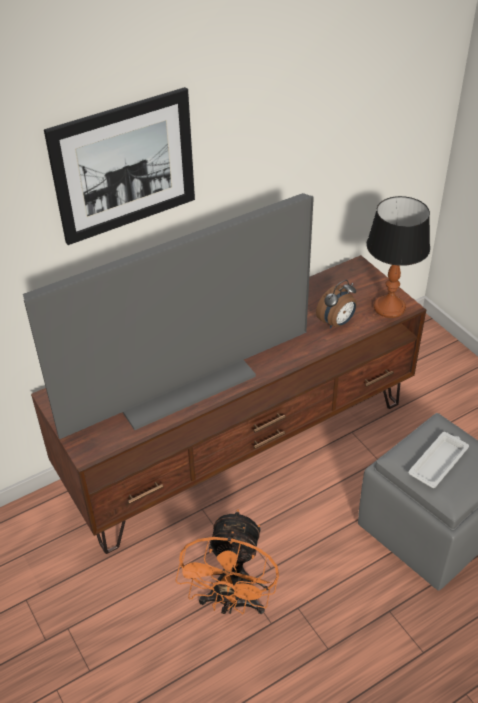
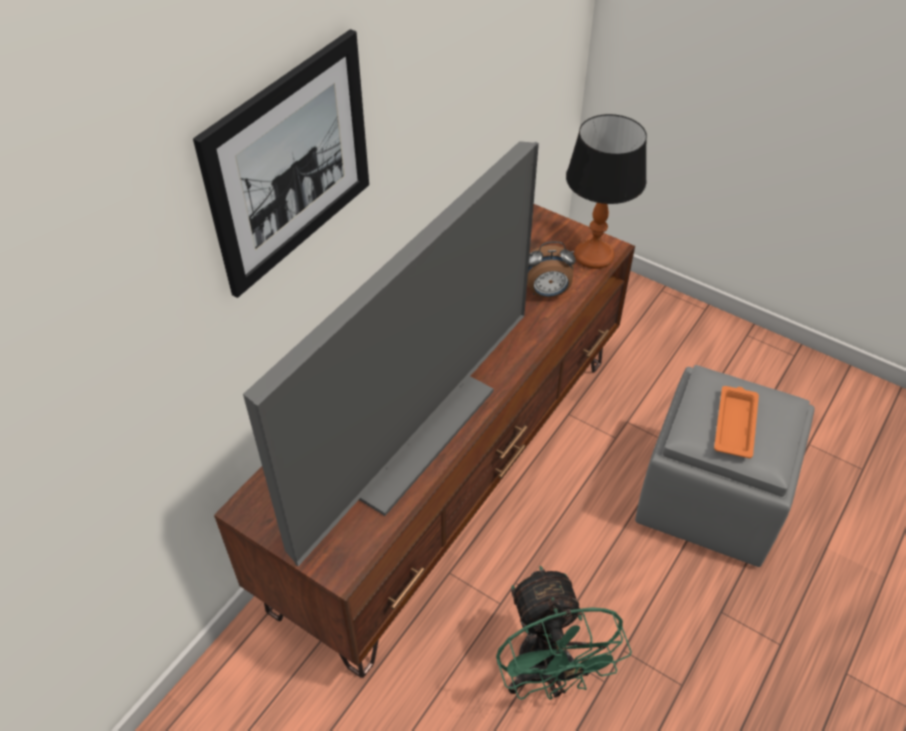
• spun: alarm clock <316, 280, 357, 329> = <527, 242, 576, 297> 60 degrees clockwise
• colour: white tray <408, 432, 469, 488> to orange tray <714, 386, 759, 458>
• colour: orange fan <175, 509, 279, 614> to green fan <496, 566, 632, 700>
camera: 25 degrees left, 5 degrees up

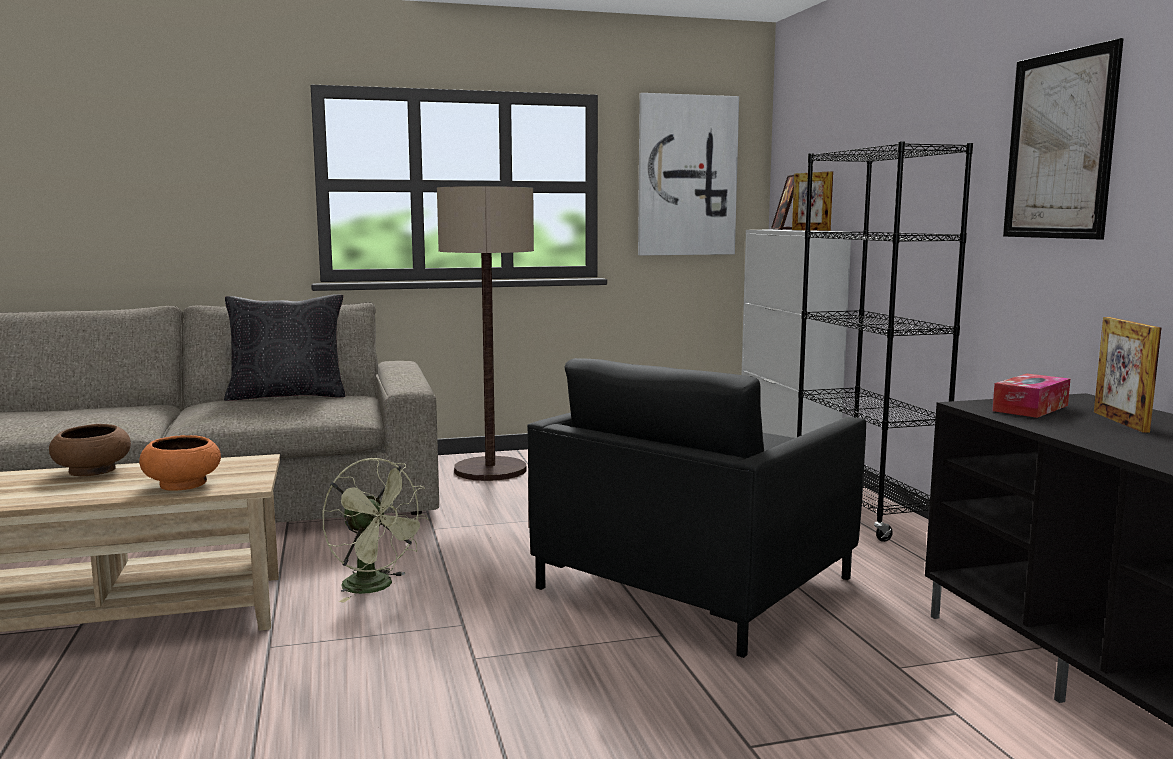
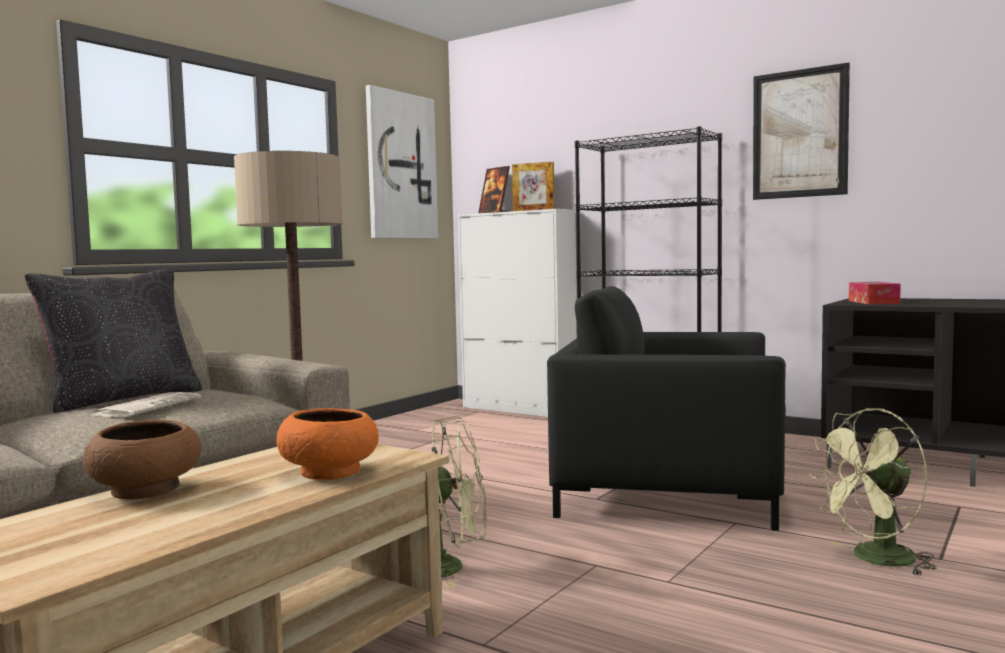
• missing: picture frame <1094, 317, 1161, 432>
• spun: black armchair <527, 358, 866, 658> = <547, 286, 786, 531> 105 degrees clockwise
• appeared: newspaper <89, 392, 201, 417>
• appeared: green fan <809, 408, 937, 576>
camera: 40 degrees left, 5 degrees down

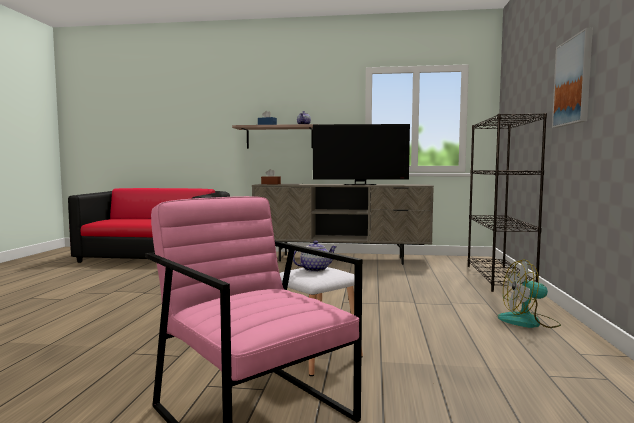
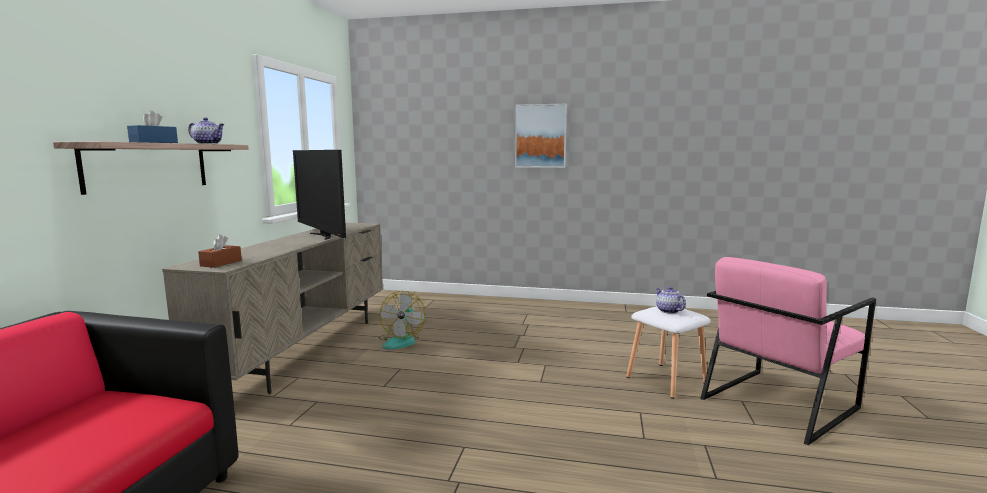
• missing: black bookcase <468, 113, 547, 292>
• spun: television <313, 124, 410, 185> = <293, 150, 346, 240> 135 degrees clockwise
• relocated: fan <498, 260, 561, 328> to <379, 291, 426, 349>
camera: 85 degrees left, 5 degrees up

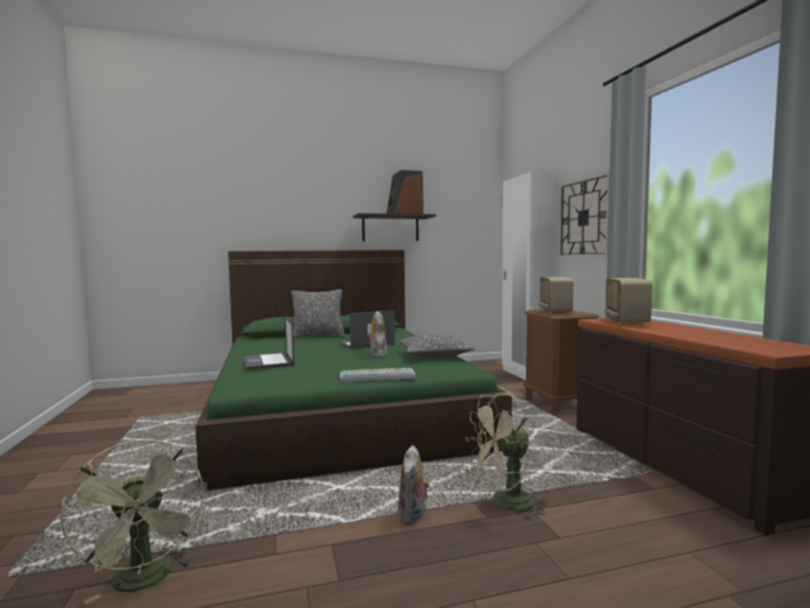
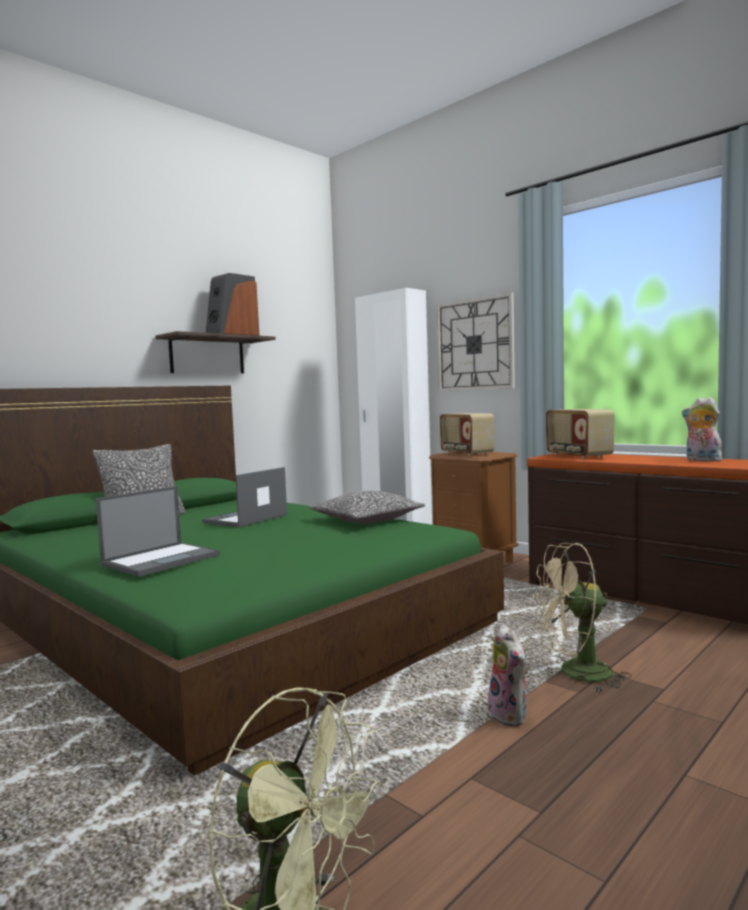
• relocated: plush toy <367, 311, 388, 357> to <682, 397, 724, 461>
• spun: laptop <244, 317, 294, 370> = <96, 486, 220, 577> 90 degrees counterclockwise
• missing: keyboard <340, 368, 416, 381>
• spun: beige fan <466, 393, 549, 521> = <533, 543, 632, 692> 45 degrees clockwise
camera: 30 degrees left, 0 degrees up

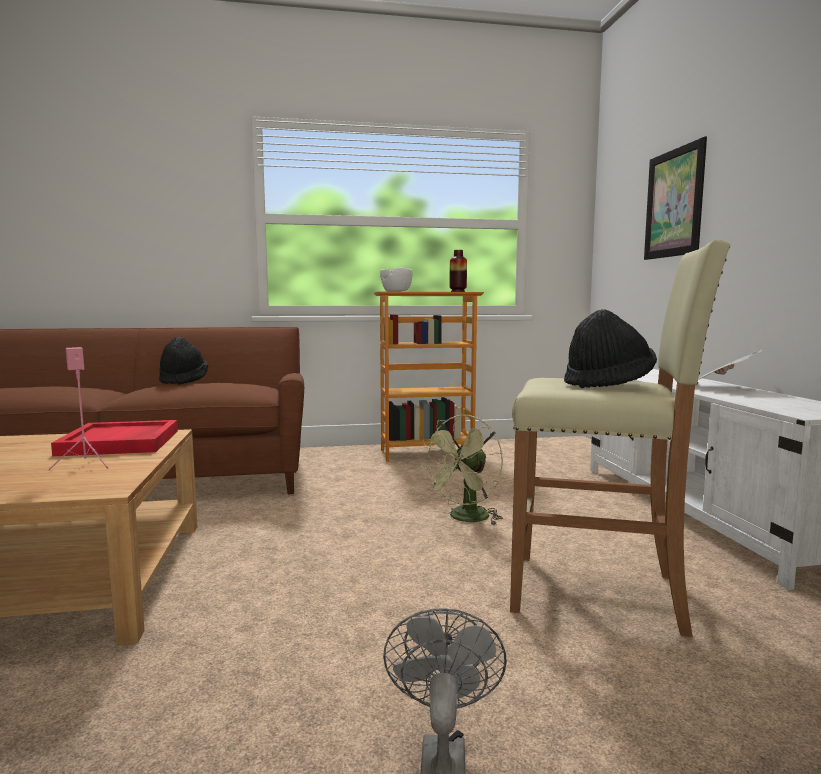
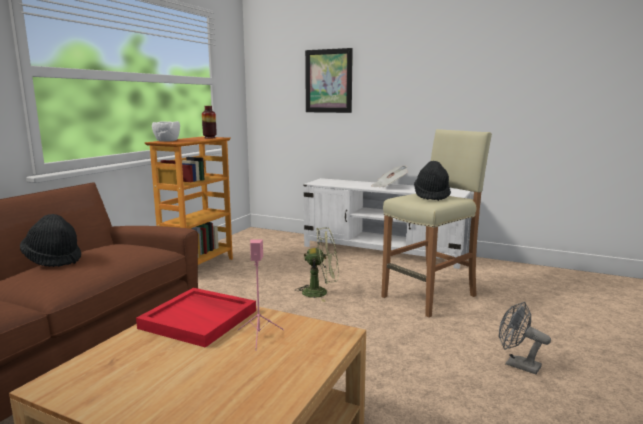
• spun: green fan <420, 415, 503, 525> = <295, 227, 338, 302> 75 degrees counterclockwise
camera: 55 degrees left, 5 degrees up

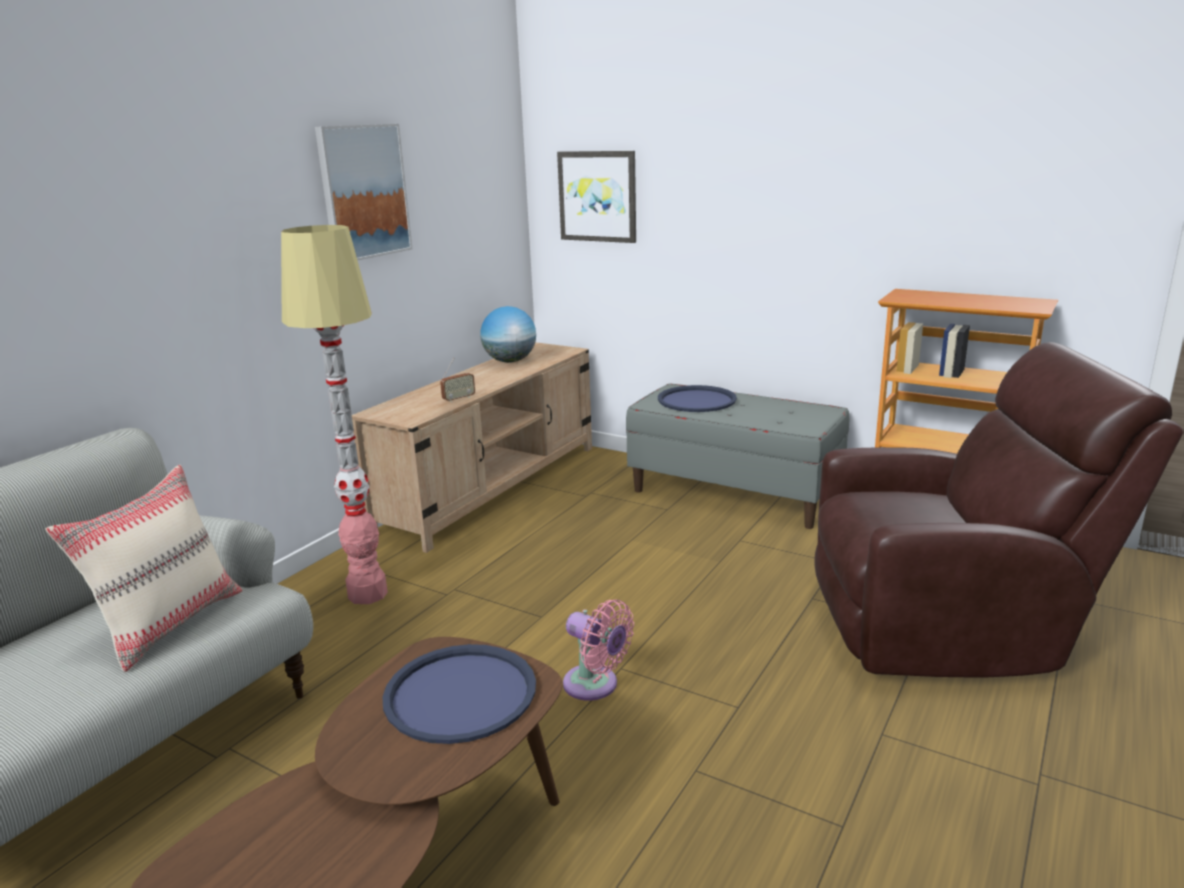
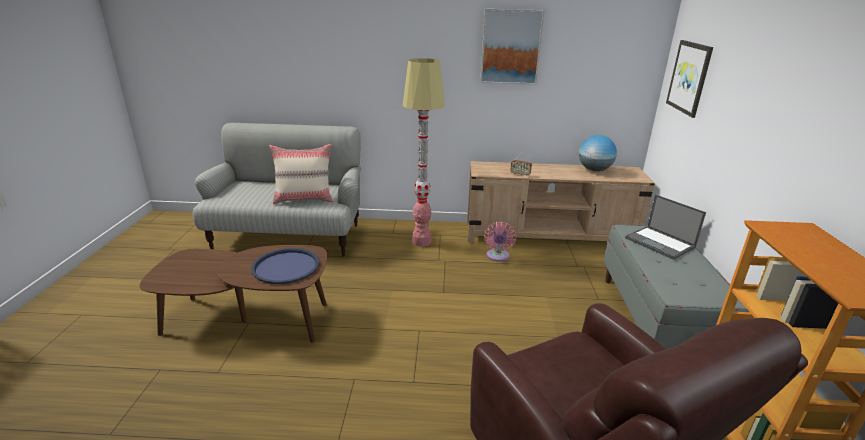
• exchanged: blue tray <658, 385, 737, 412> to laptop <625, 194, 706, 260>
• relocated: pink fan <563, 600, 634, 701> to <484, 222, 516, 262>
camera: 60 degrees right, 5 degrees up

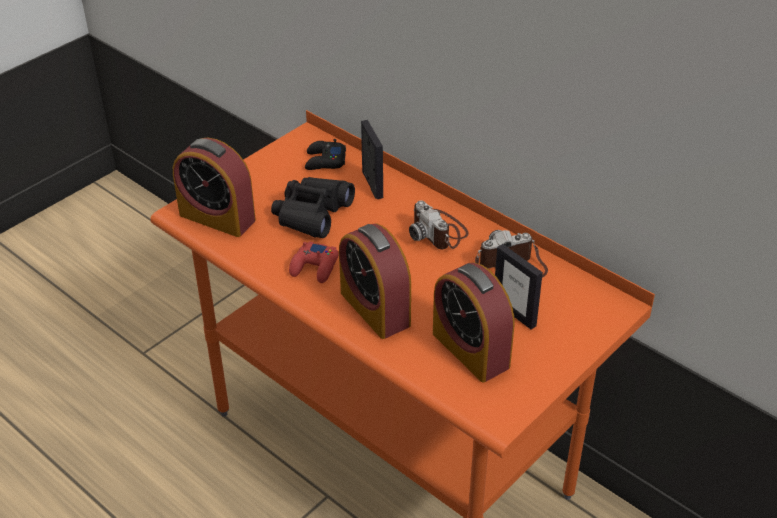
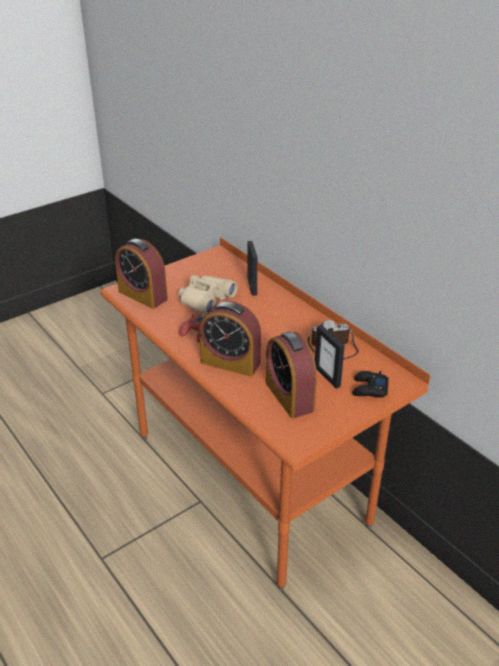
• relocated: black game controller <305, 139, 346, 170> to <352, 371, 389, 398>
• colour: black binoculars <271, 177, 355, 238> to beige binoculars <178, 275, 238, 314>
• missing: photo camera <409, 200, 469, 249>
• spun: alarm clock <339, 223, 411, 339> = <199, 301, 261, 376> 45 degrees counterclockwise
camera: 10 degrees right, 5 degrees down

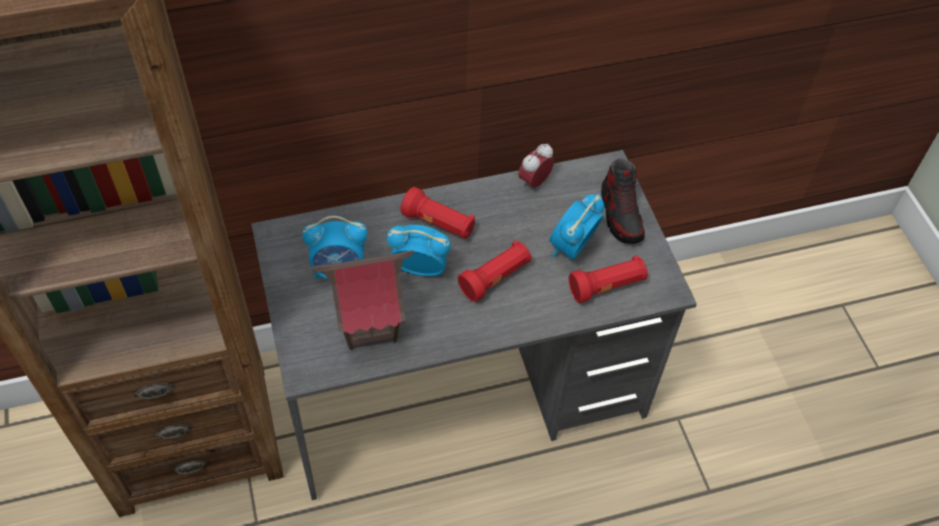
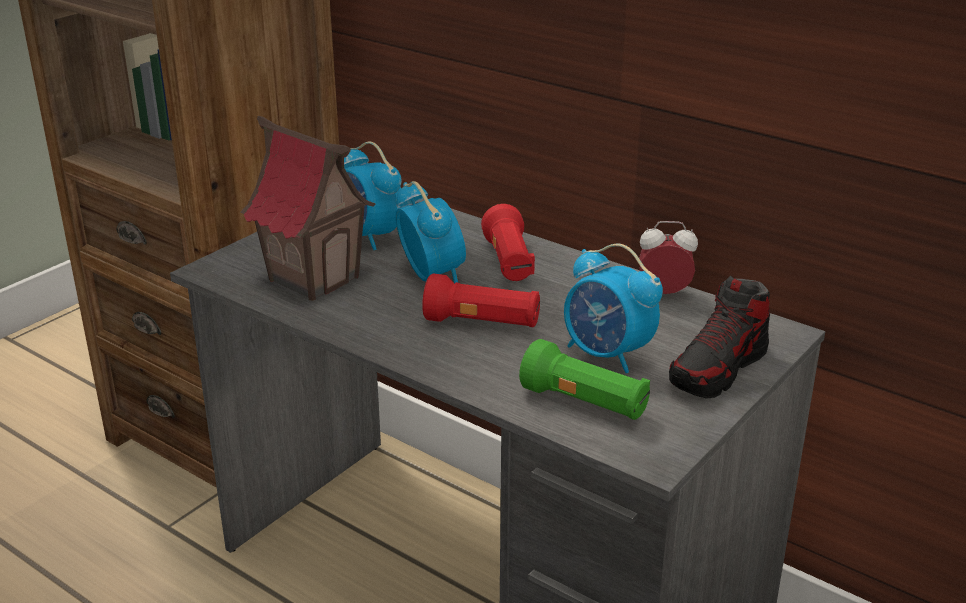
• spun: alarm clock <549, 194, 604, 260> = <564, 244, 663, 373> 135 degrees counterclockwise
• colour: red flashlight <569, 255, 648, 303> to green flashlight <519, 339, 650, 420>
camera: 55 degrees right, 25 degrees down

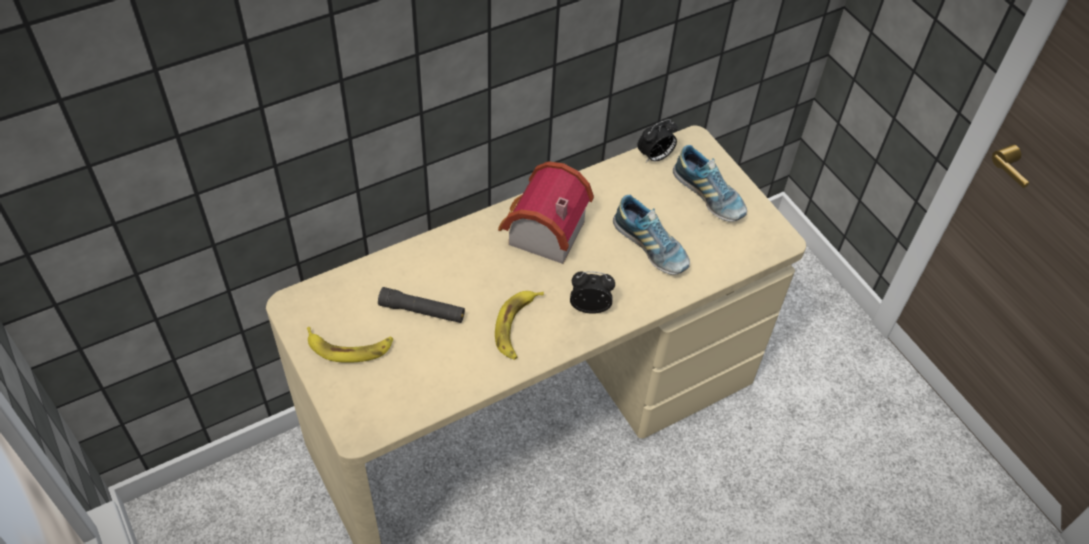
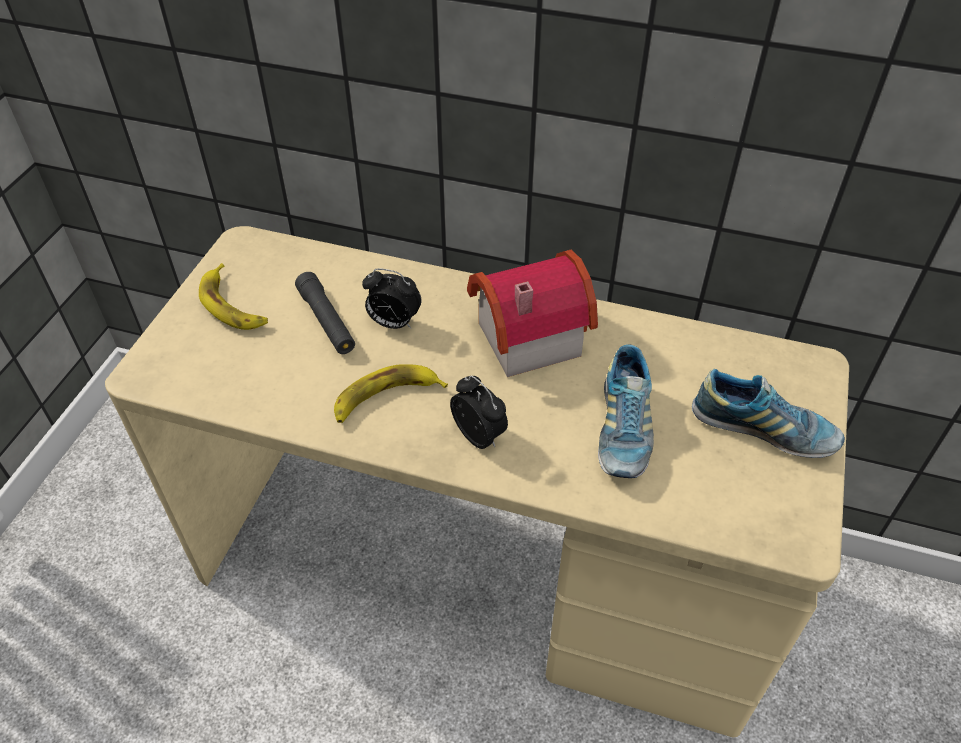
• relocated: alarm clock <637, 119, 678, 162> to <362, 268, 422, 329>
• spun: shoe <673, 145, 747, 222> = <692, 369, 845, 458> 75 degrees counterclockwise
camera: 50 degrees right, 5 degrees down

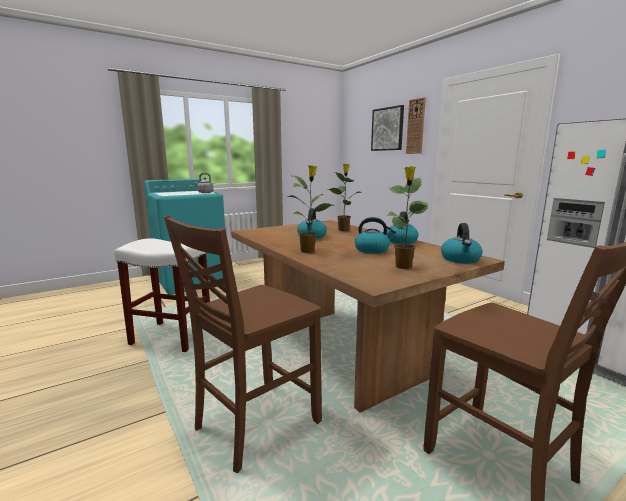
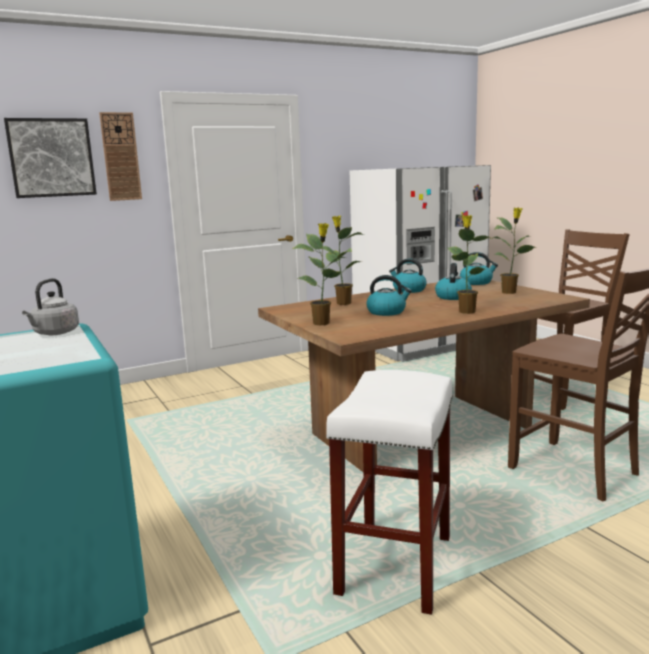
• appeared: potted plant <292, 223, 345, 325>
camera: 85 degrees left, 0 degrees up

